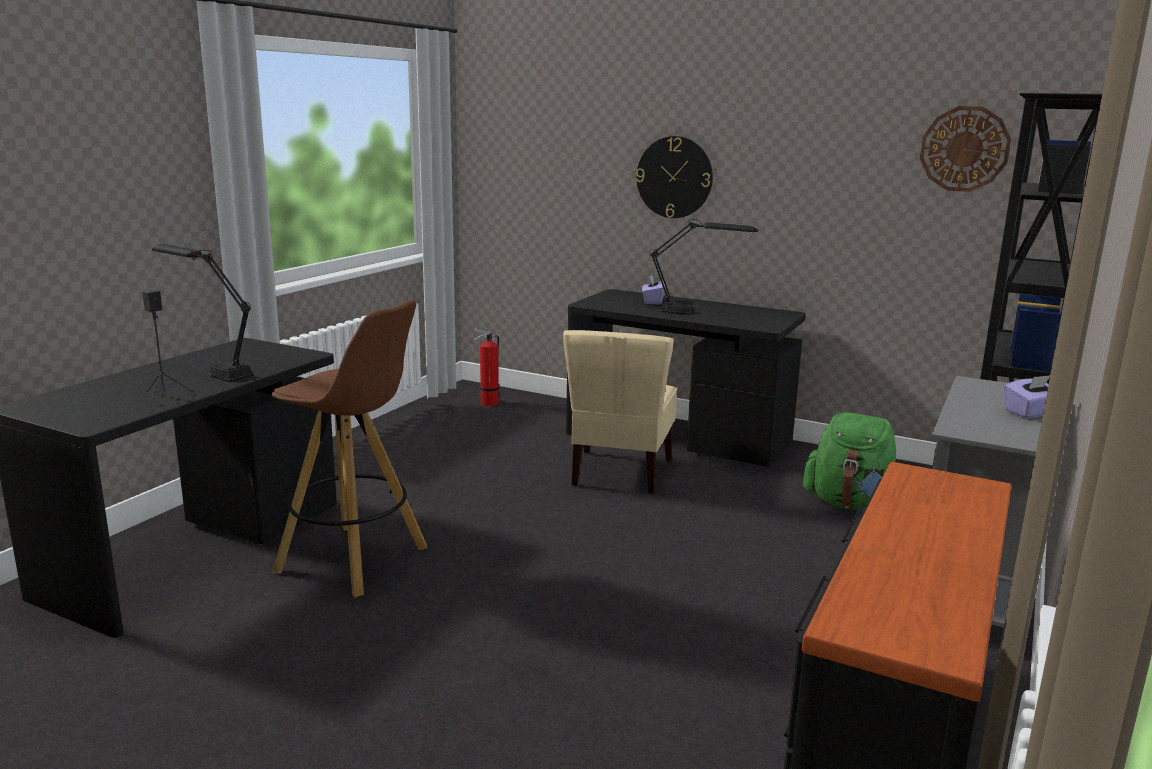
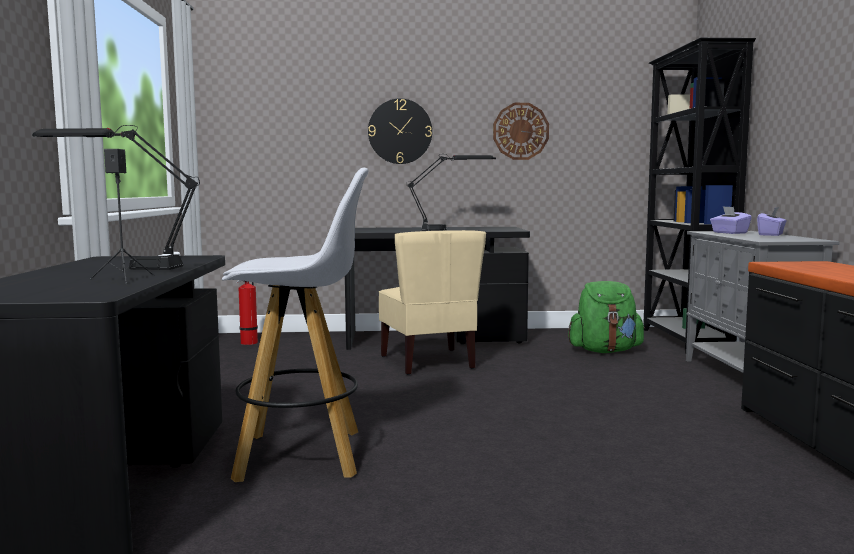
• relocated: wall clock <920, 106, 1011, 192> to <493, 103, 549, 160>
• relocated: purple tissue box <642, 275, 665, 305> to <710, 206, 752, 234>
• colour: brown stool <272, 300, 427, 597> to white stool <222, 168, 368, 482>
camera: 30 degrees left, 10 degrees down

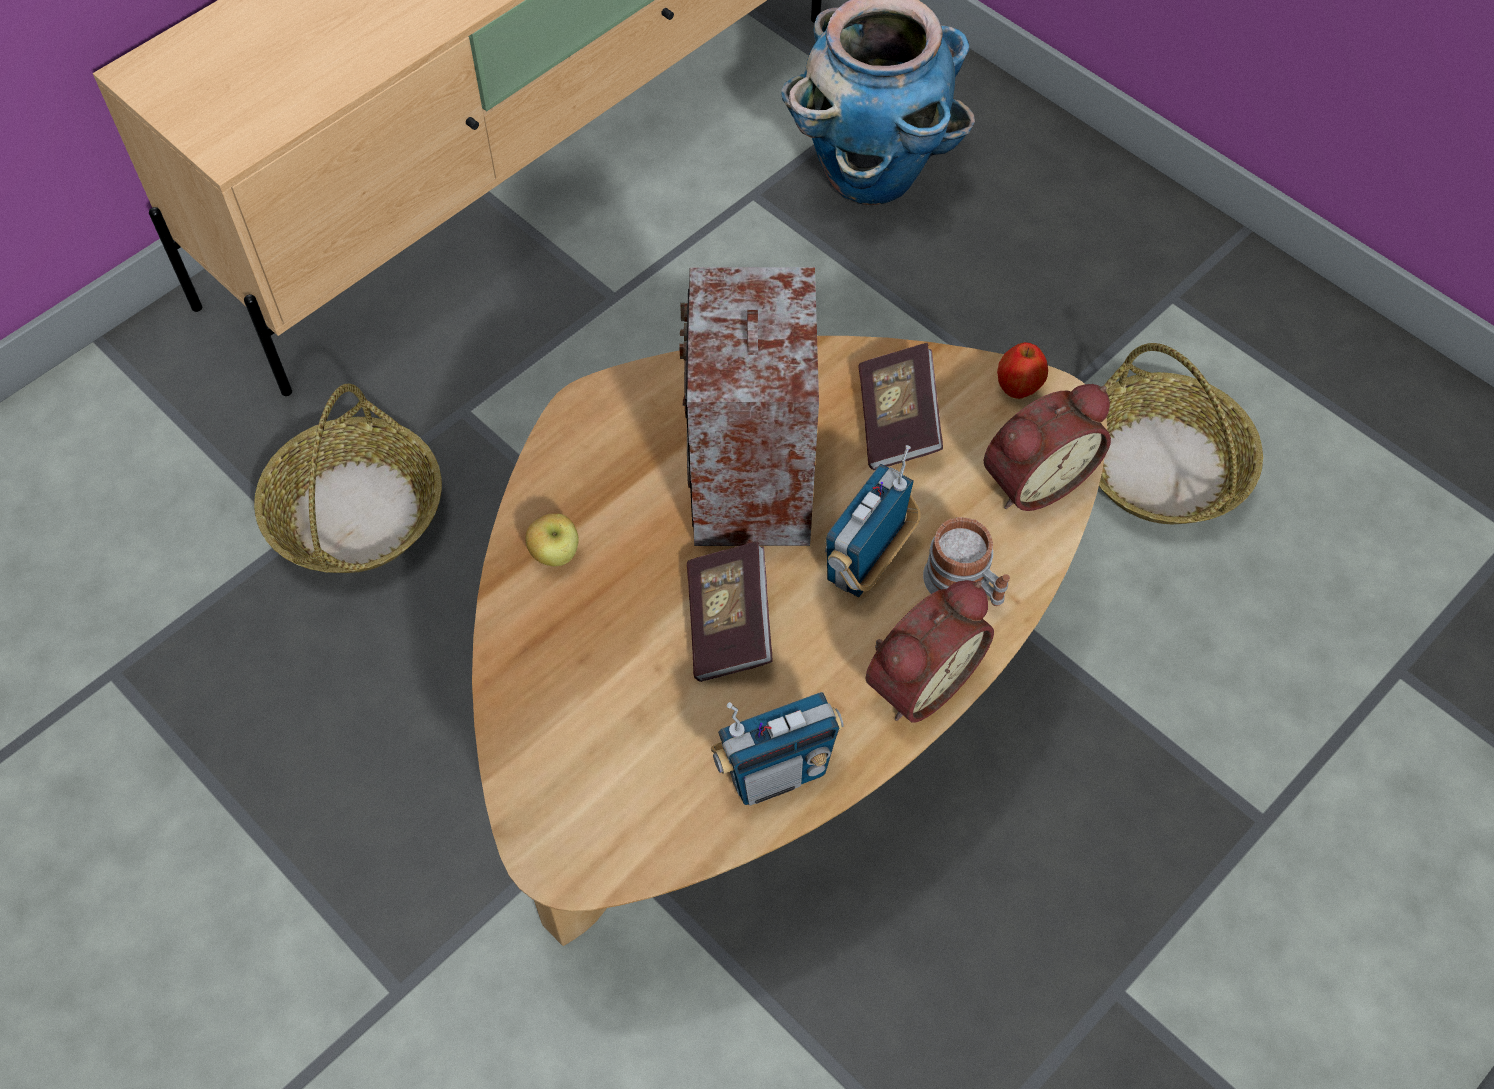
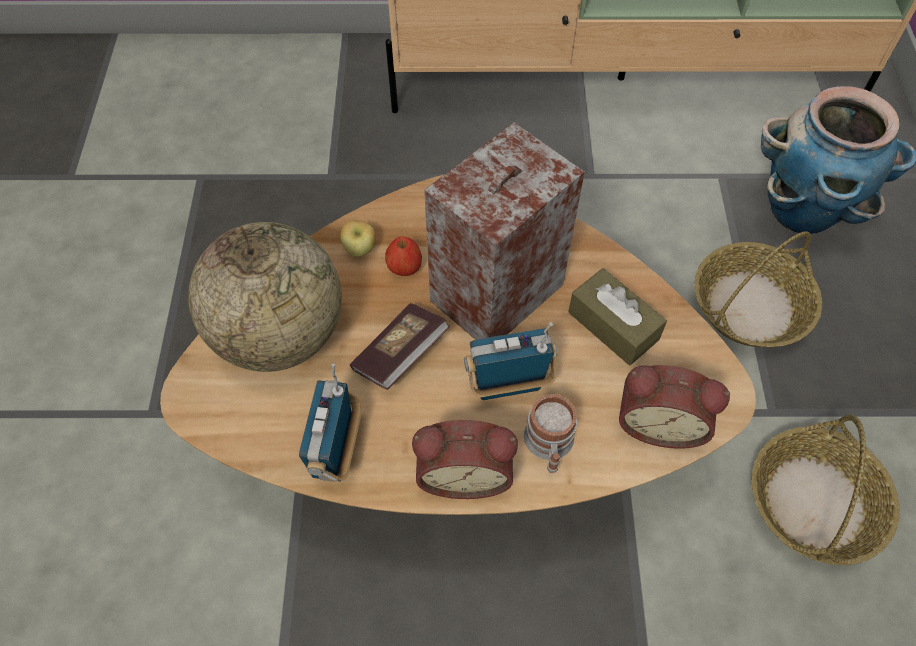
• relocated: apple <997, 342, 1048, 399> to <385, 237, 422, 276>
• exchanged: book <858, 343, 943, 470> to brown tissue box <568, 268, 667, 366>
• relocated: basket <254, 384, 442, 573> to <694, 231, 822, 347>
• spun: radio <711, 692, 844, 805> = <299, 363, 362, 482> 75 degrees clockwise
• appeared: globe <188, 222, 342, 372>
camera: 45 degrees right, 0 degrees up

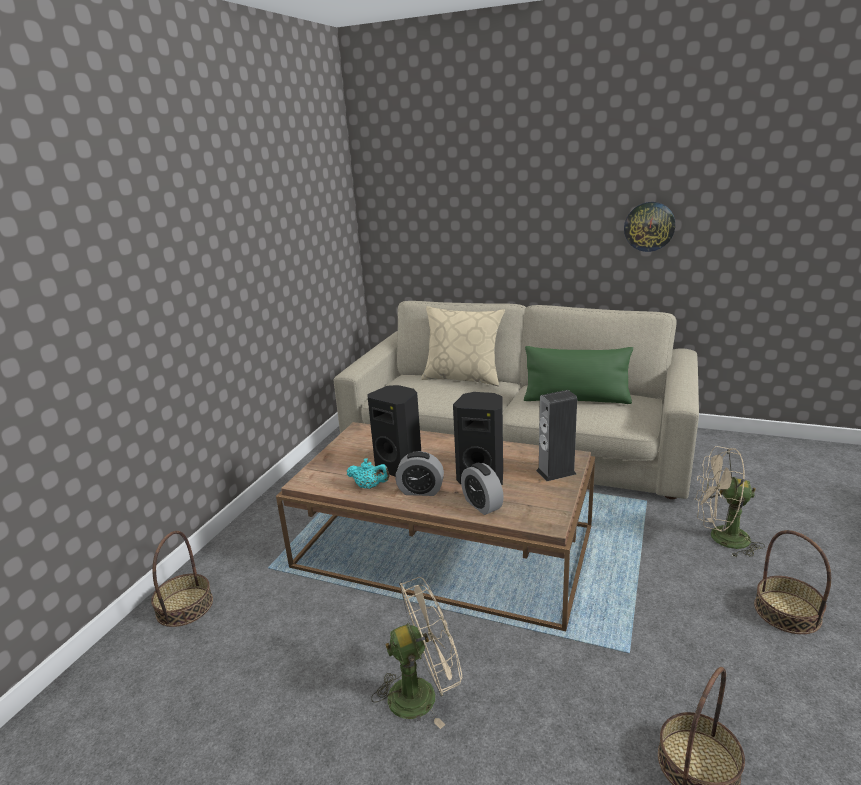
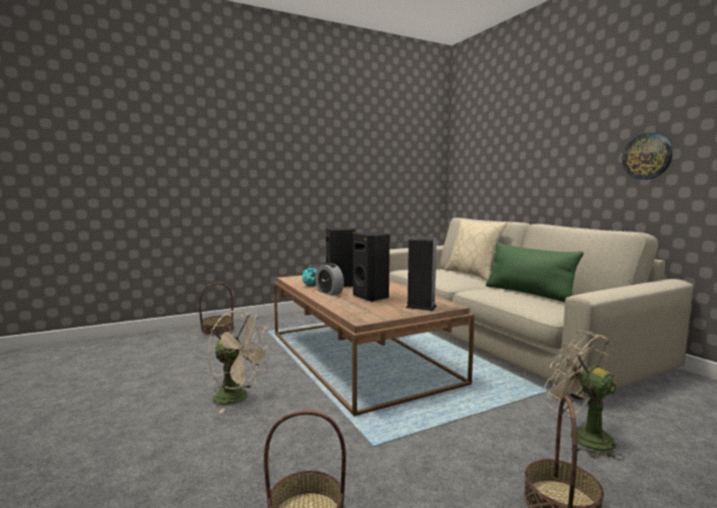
• missing: alarm clock <461, 463, 504, 515>
camera: 40 degrees right, 15 degrees down

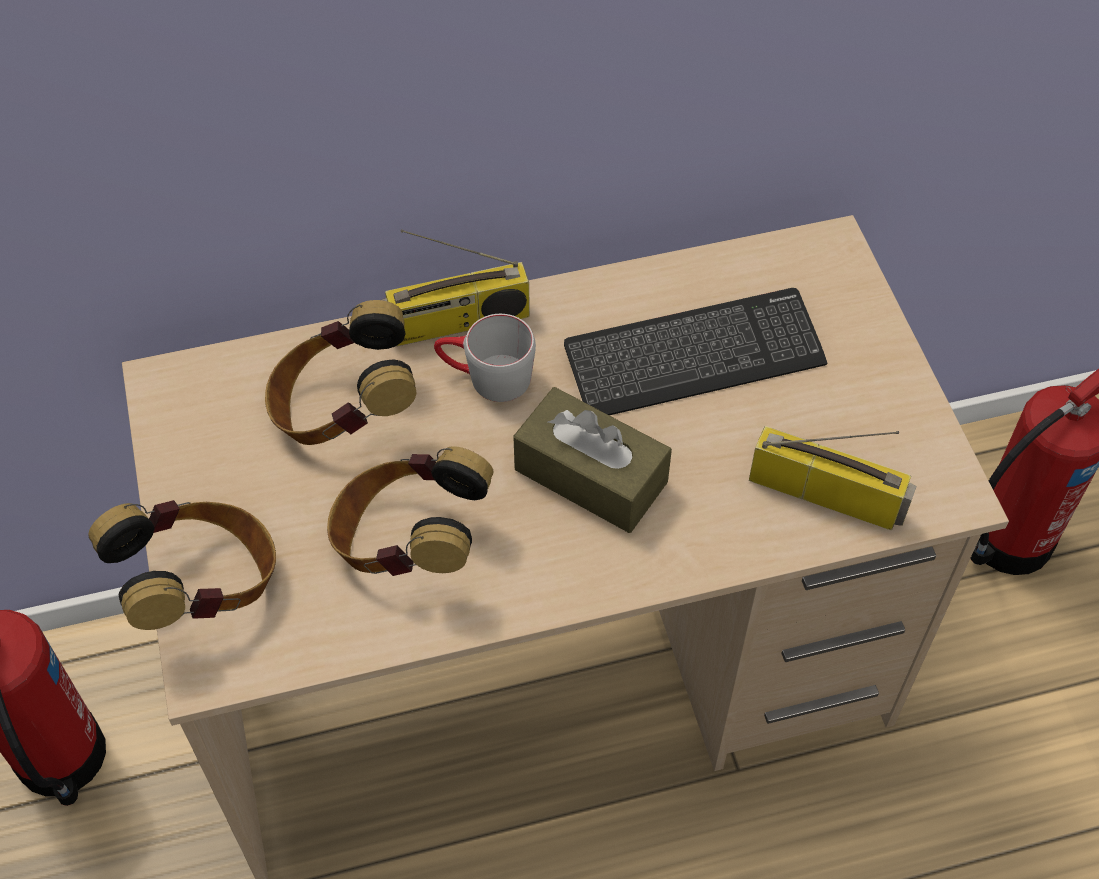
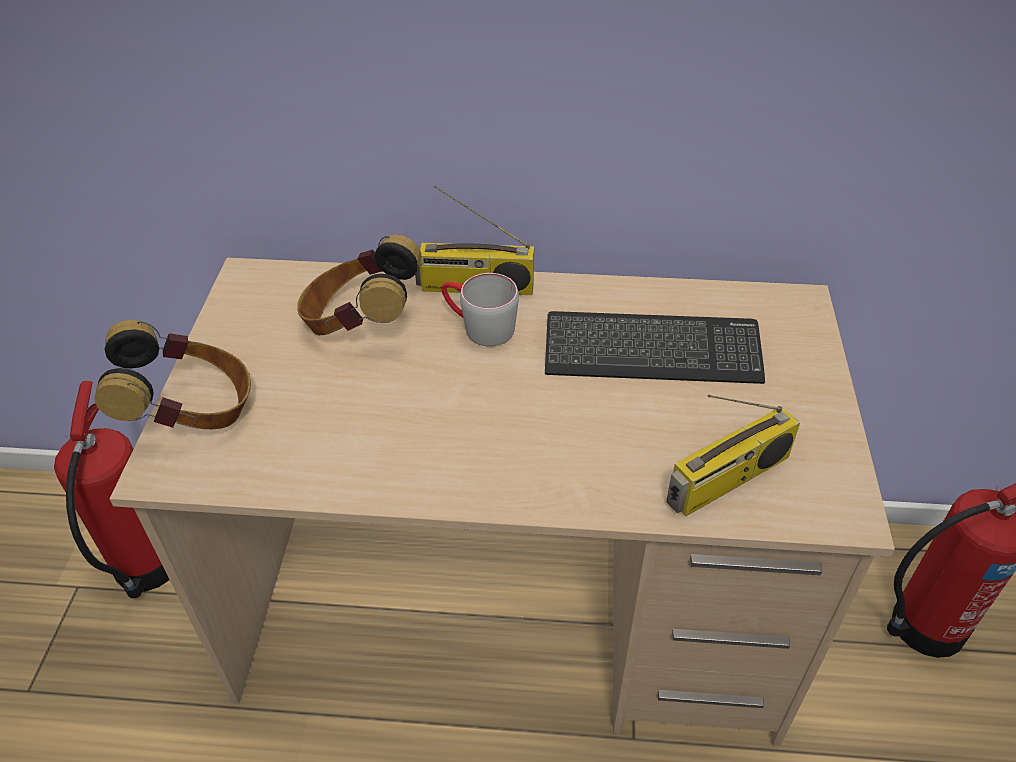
• missing: brown tissue box <513, 387, 672, 533>
• spun: radio <749, 426, 917, 530> = <666, 395, 800, 516> 105 degrees clockwise
• missing: headphones <327, 446, 494, 576>
camera: 20 degrees right, 10 degrees down

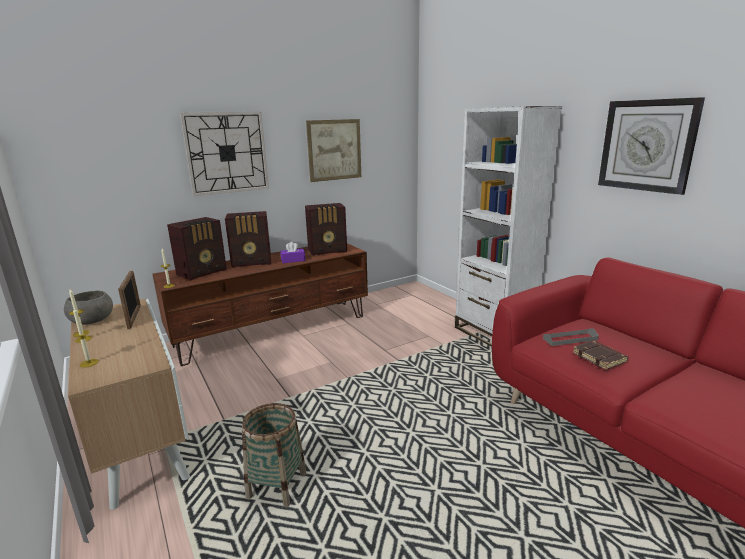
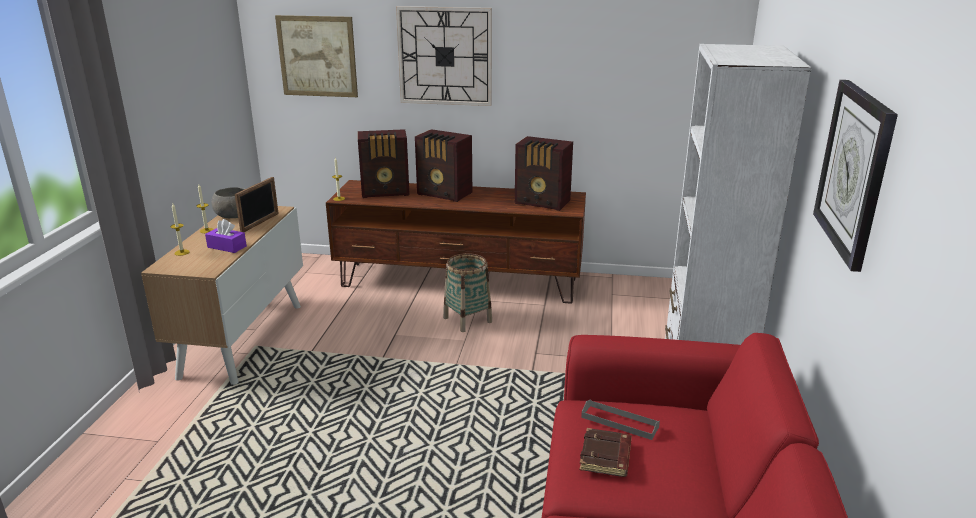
• relocated: picture <306, 119, 361, 182> to <275, 15, 358, 97>
• relocated: purple tissue box <280, 242, 305, 263> to <205, 219, 247, 253>
• relocated: basket <242, 403, 306, 507> to <443, 253, 492, 332>
camera: 40 degrees right, 5 degrees up

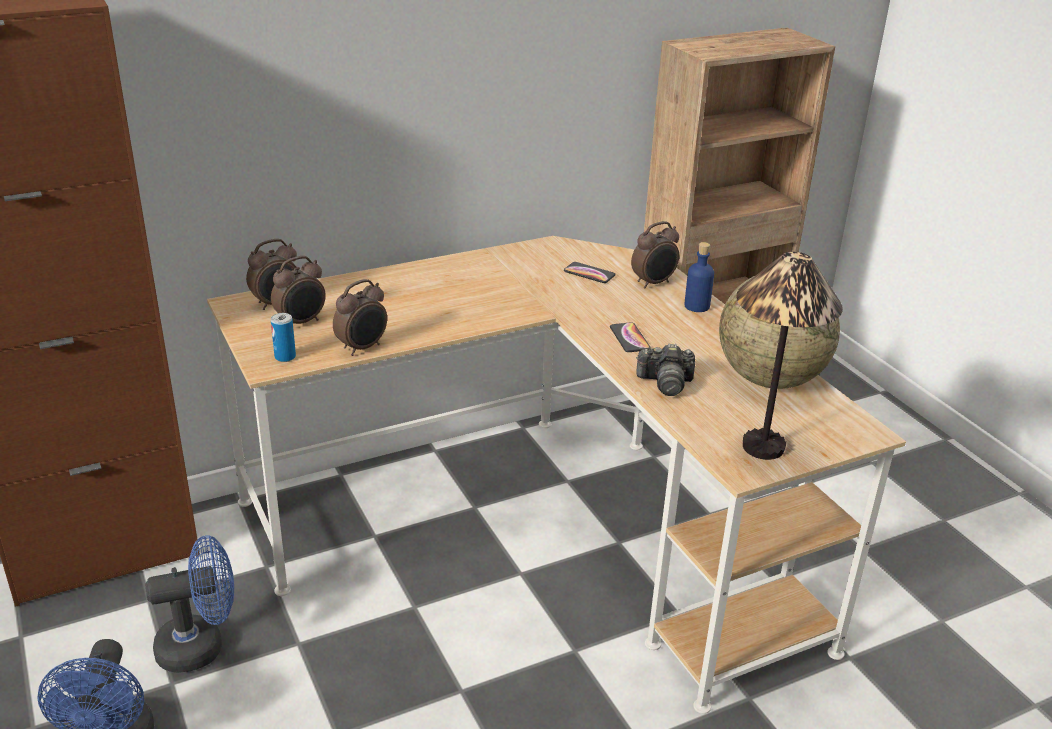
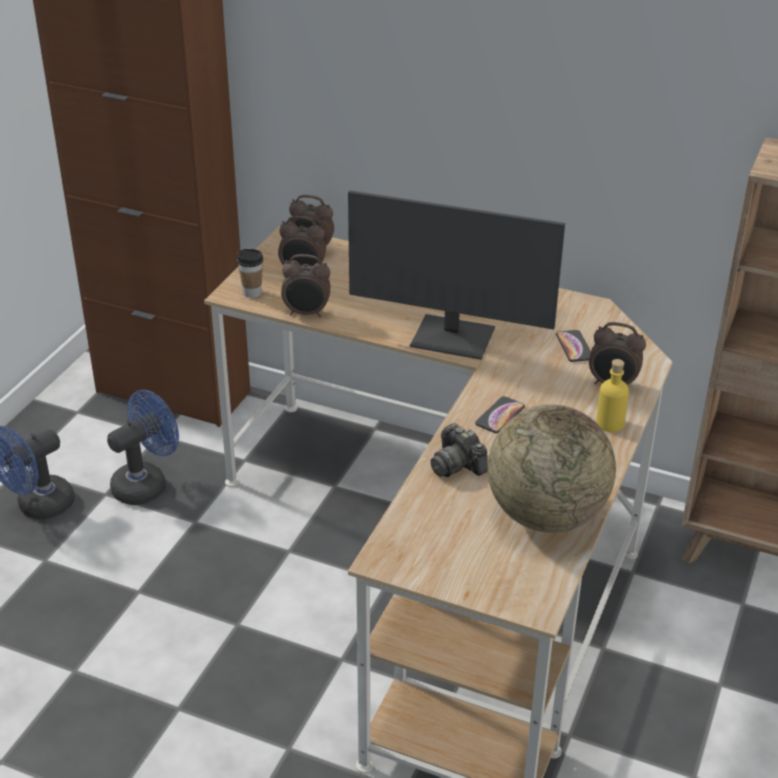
• colour: blue bottle <684, 242, 714, 312> to yellow bottle <596, 359, 629, 432>
• missing: table lamp <736, 252, 843, 460>
• exchanged: can <271, 313, 296, 362> to cup <237, 249, 263, 298>
• spun: blue fan <145, 536, 234, 673> = <107, 390, 179, 505> 75 degrees counterclockwise
• appeared: monitor <348, 190, 565, 360>
camera: 50 degrees right, 5 degrees up

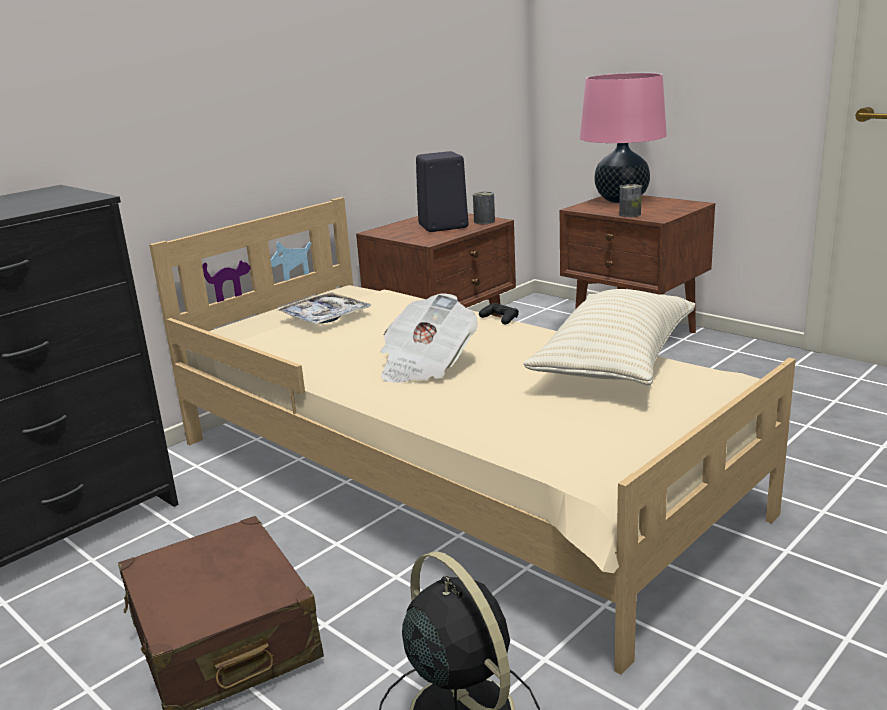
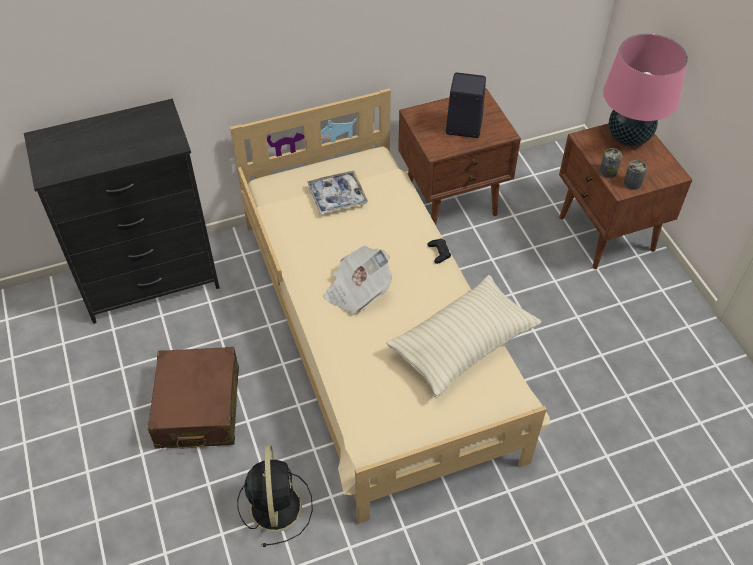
• relocated: can <473, 192, 495, 224> to <623, 160, 647, 190>
camera: 25 degrees right, 30 degrees up

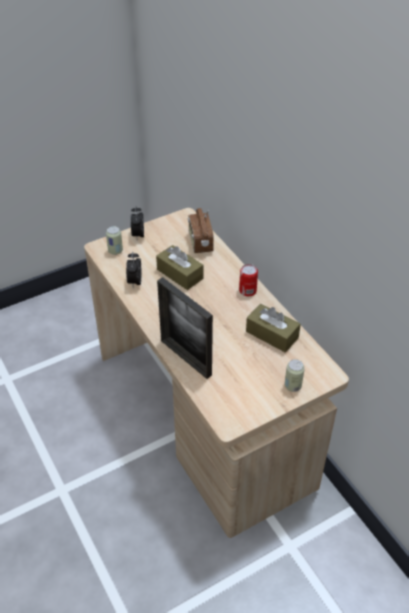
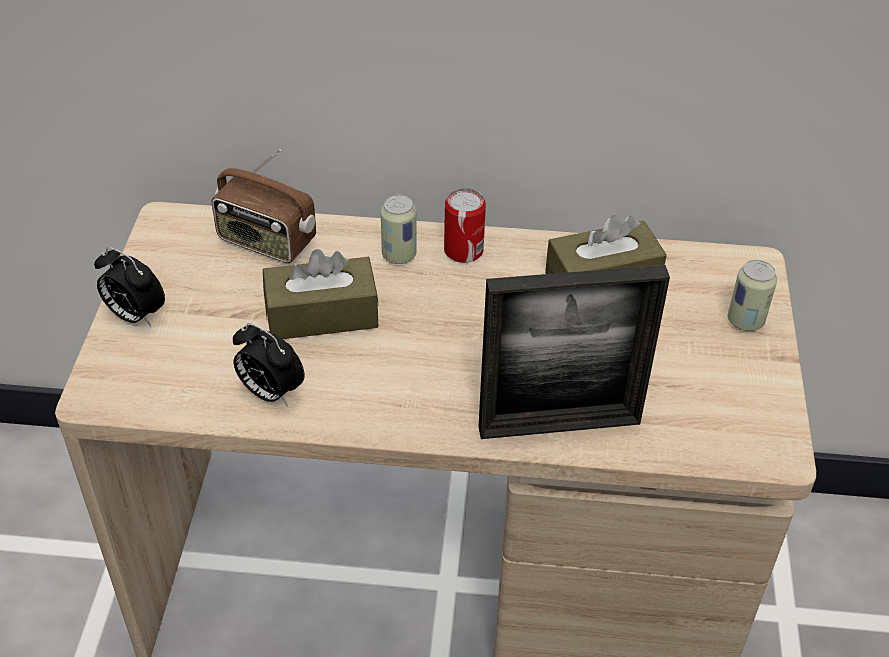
• relocated: can <106, 226, 123, 255> to <381, 195, 417, 264>
camera: 55 degrees left, 0 degrees up

